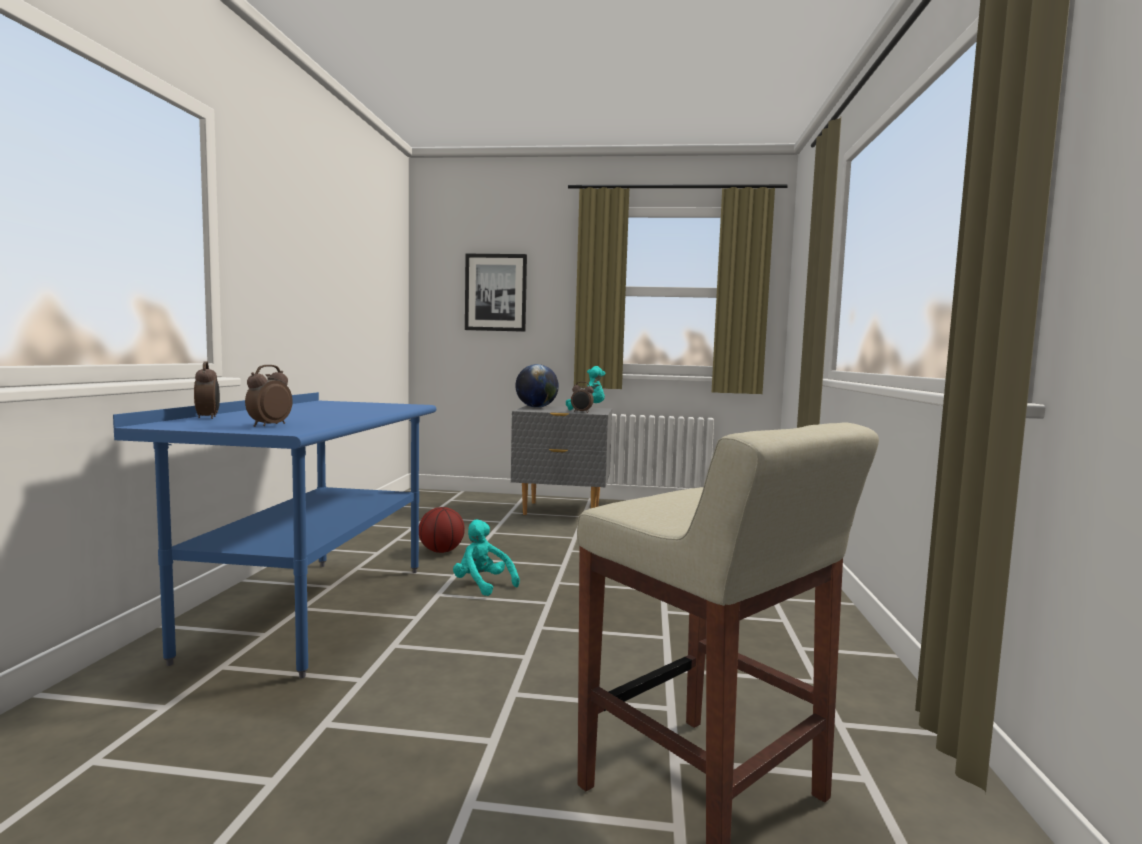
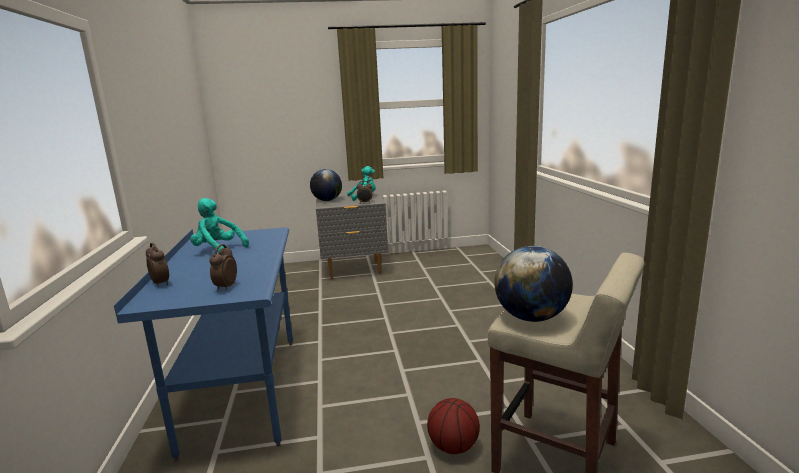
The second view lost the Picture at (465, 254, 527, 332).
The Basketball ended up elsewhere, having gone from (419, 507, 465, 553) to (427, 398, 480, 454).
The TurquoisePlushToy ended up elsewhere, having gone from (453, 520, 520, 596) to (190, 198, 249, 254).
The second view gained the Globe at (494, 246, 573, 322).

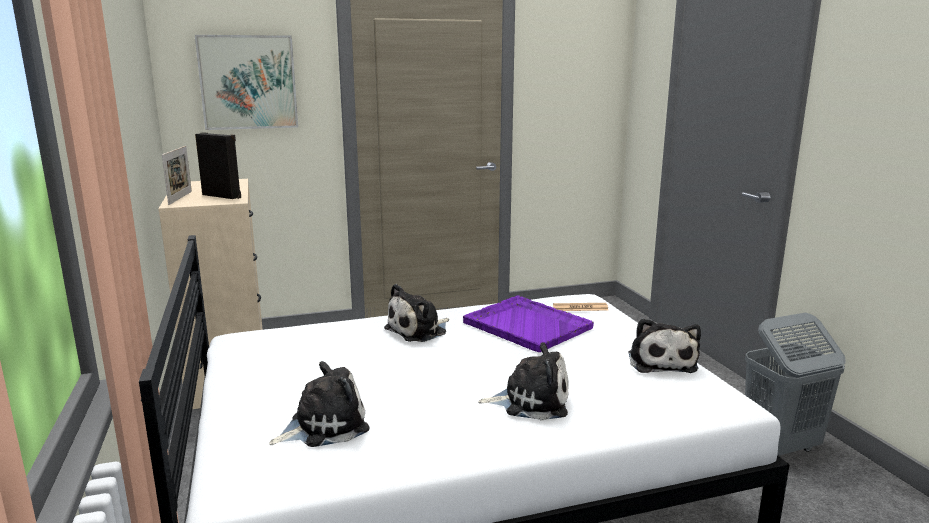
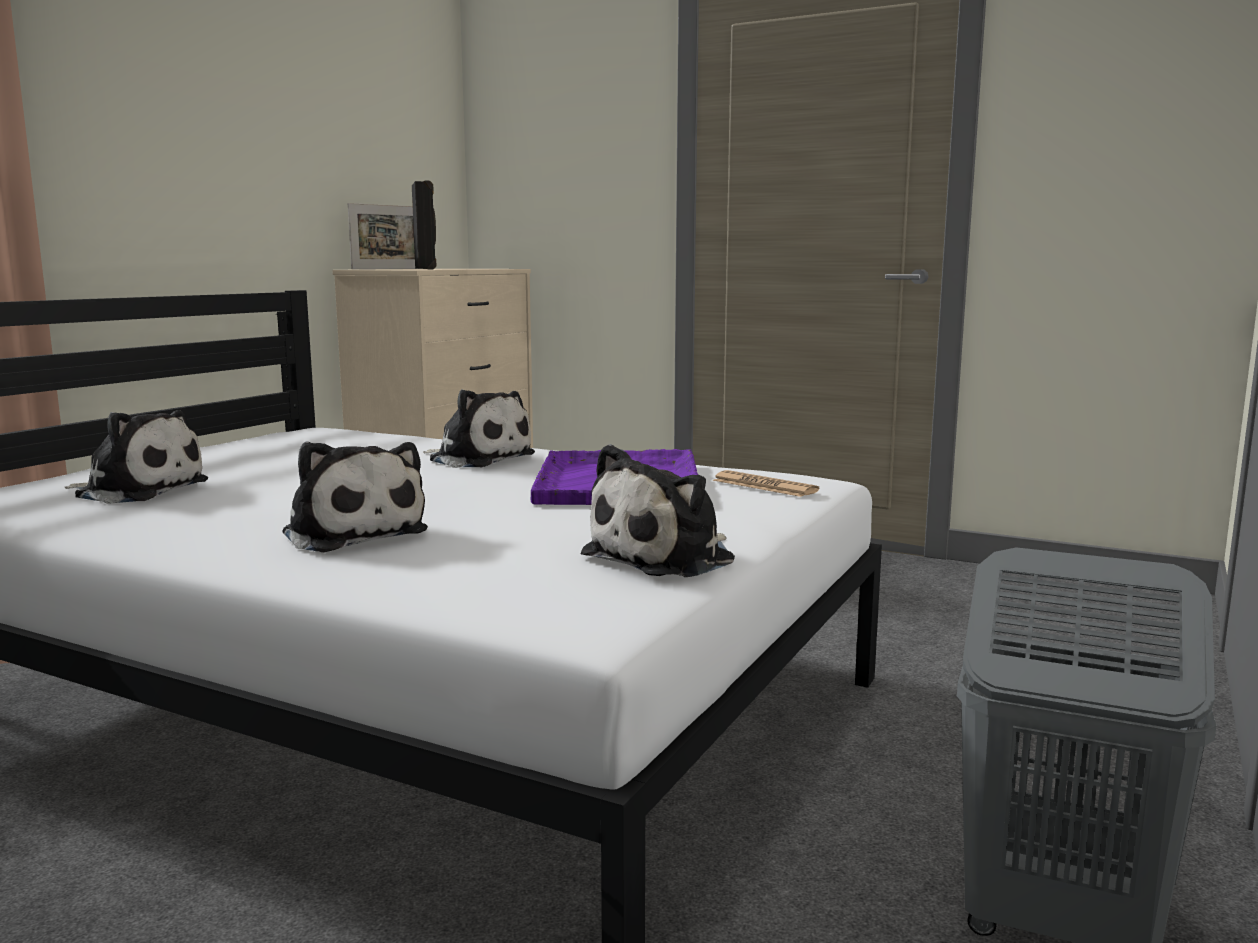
The second view lost the Picture at (195, 35, 298, 130).
The PlushToy at (384, 284, 449, 342) ended up facing another way, 150 degrees counterclockwise from before.

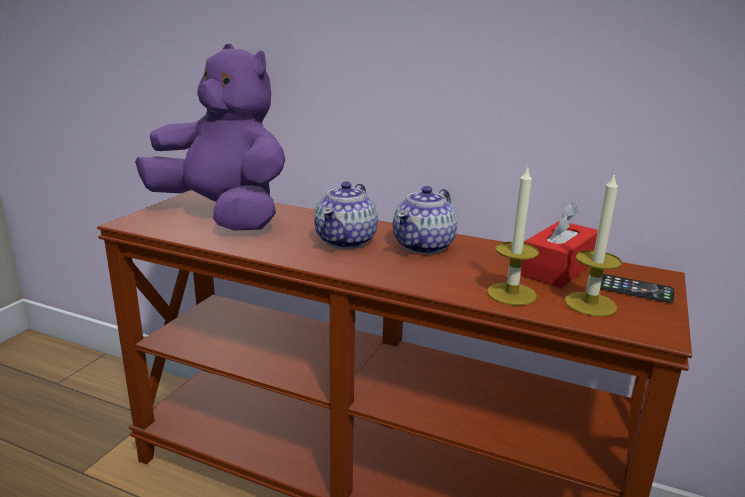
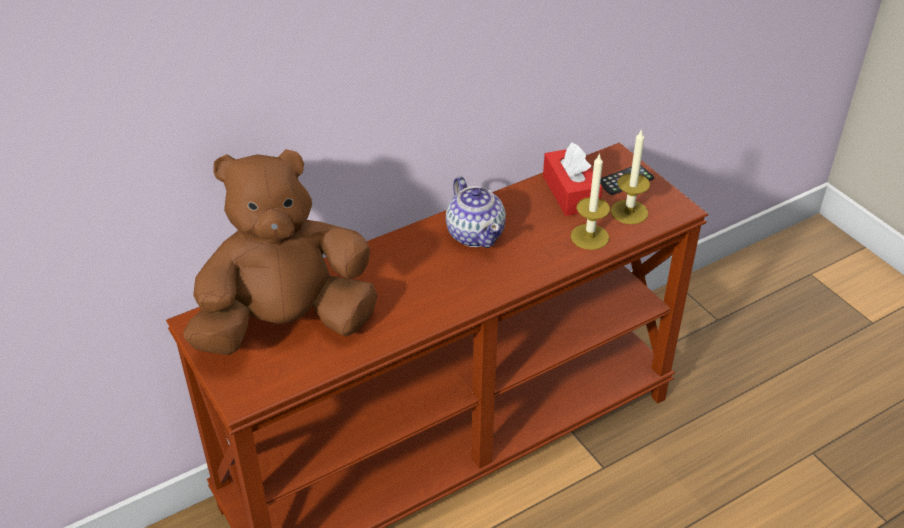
What was the PurplePlushToy at (135, 44, 285, 230) turned into the BrownPlushToy at (183, 149, 378, 355).
The second view lost the Teapot at (314, 182, 378, 249).

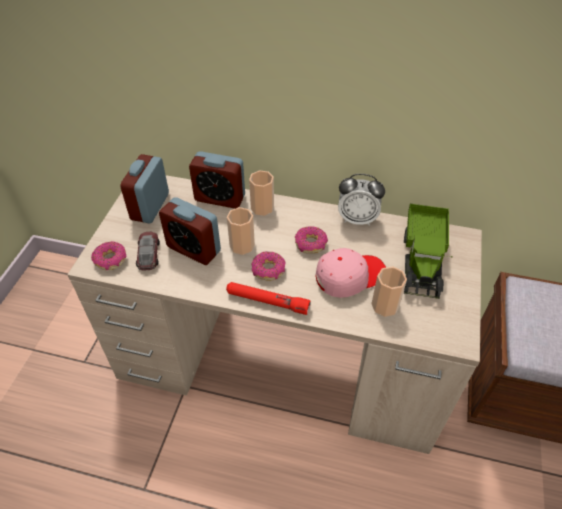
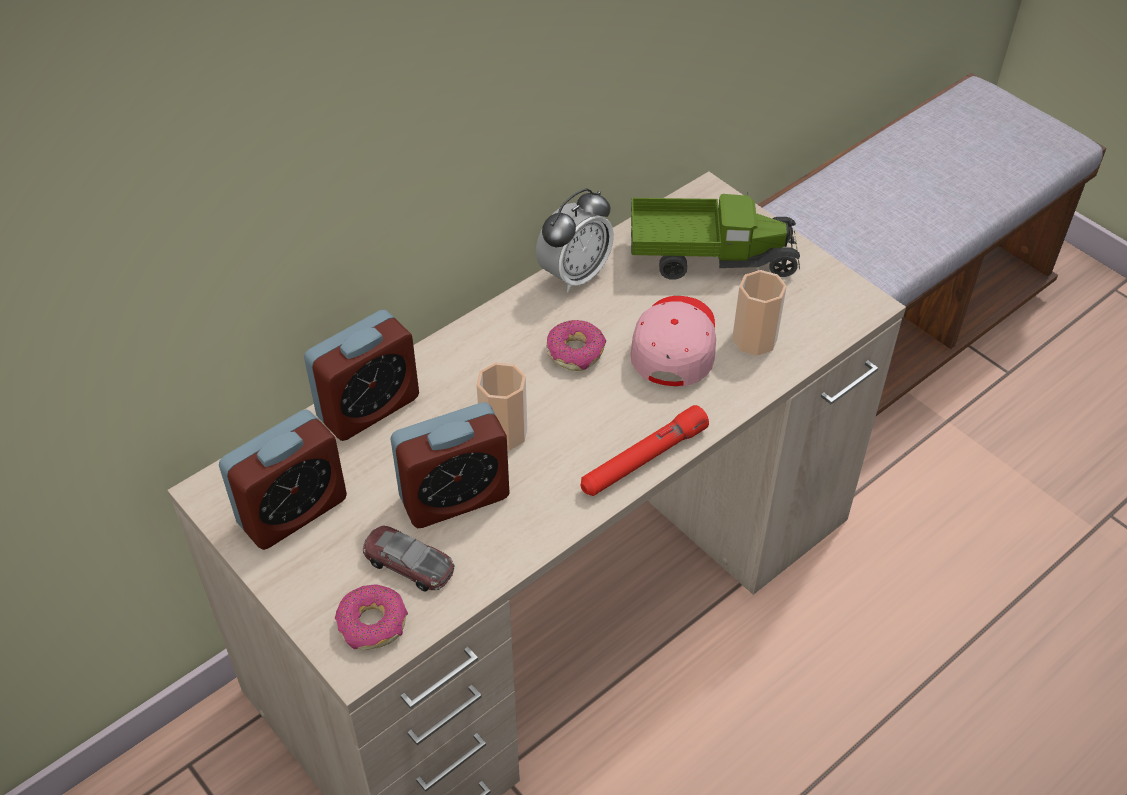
The AlarmClock at (120, 154, 169, 224) ended up facing another way, 90 degrees counterclockwise from before.
The second view lost the Cup at (249, 170, 274, 216).
The ToyTruck at (404, 204, 453, 299) ended up facing another way, 45 degrees counterclockwise from before.
The second view lost the Donut at (251, 252, 286, 281).

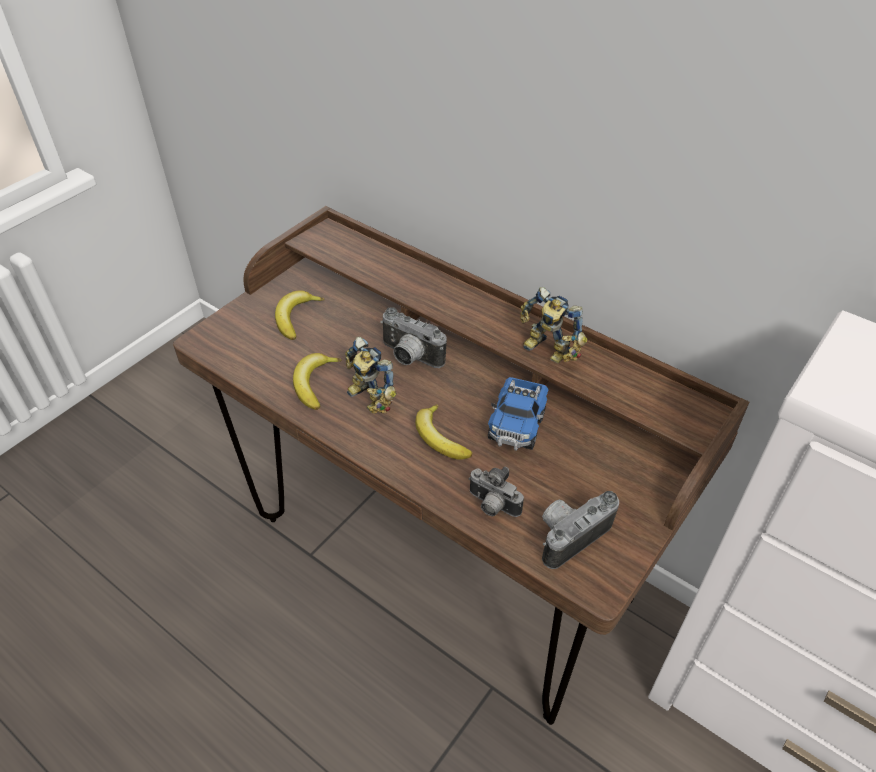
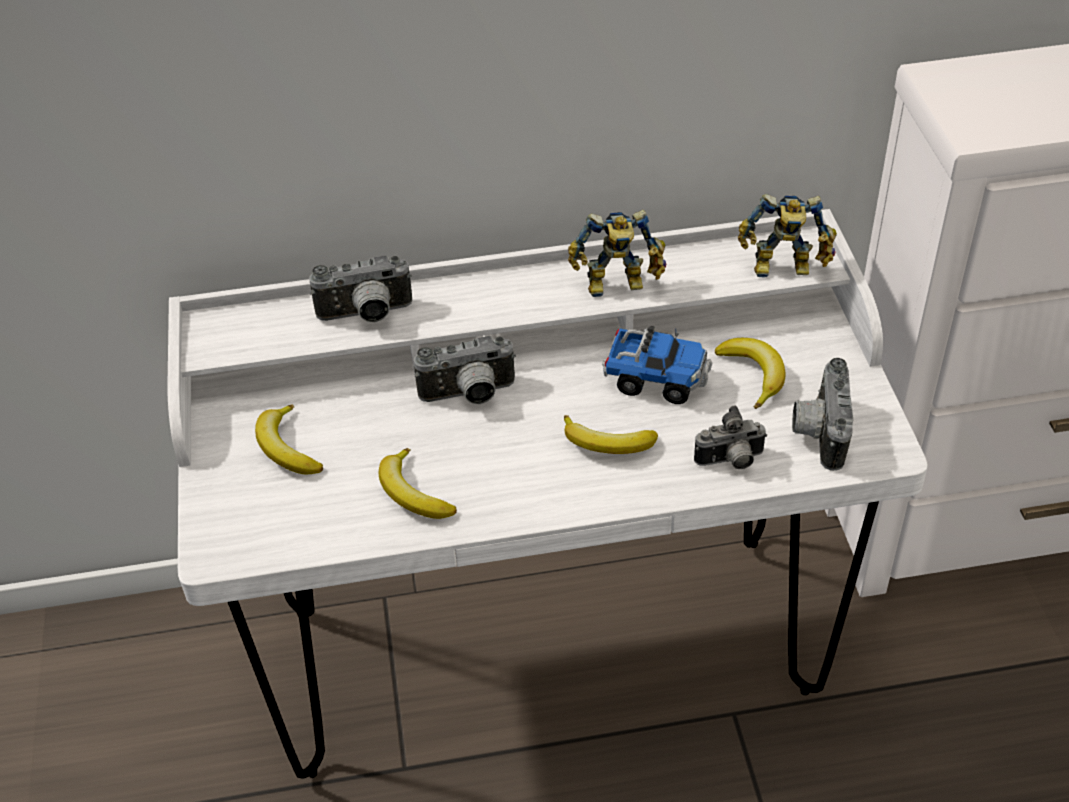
What was the BrownDesk at (173, 206, 749, 725) turned into the WhiteDesk at (167, 209, 928, 779).
The ToyRobot ended up elsewhere, having gone from (345, 337, 397, 414) to (738, 194, 837, 278).
The ToyTruck at (488, 377, 549, 451) ended up facing another way, 45 degrees counterclockwise from before.
The second view gained the PhotoCamera at (309, 255, 412, 323).
The second view gained the Banana at (715, 338, 785, 409).

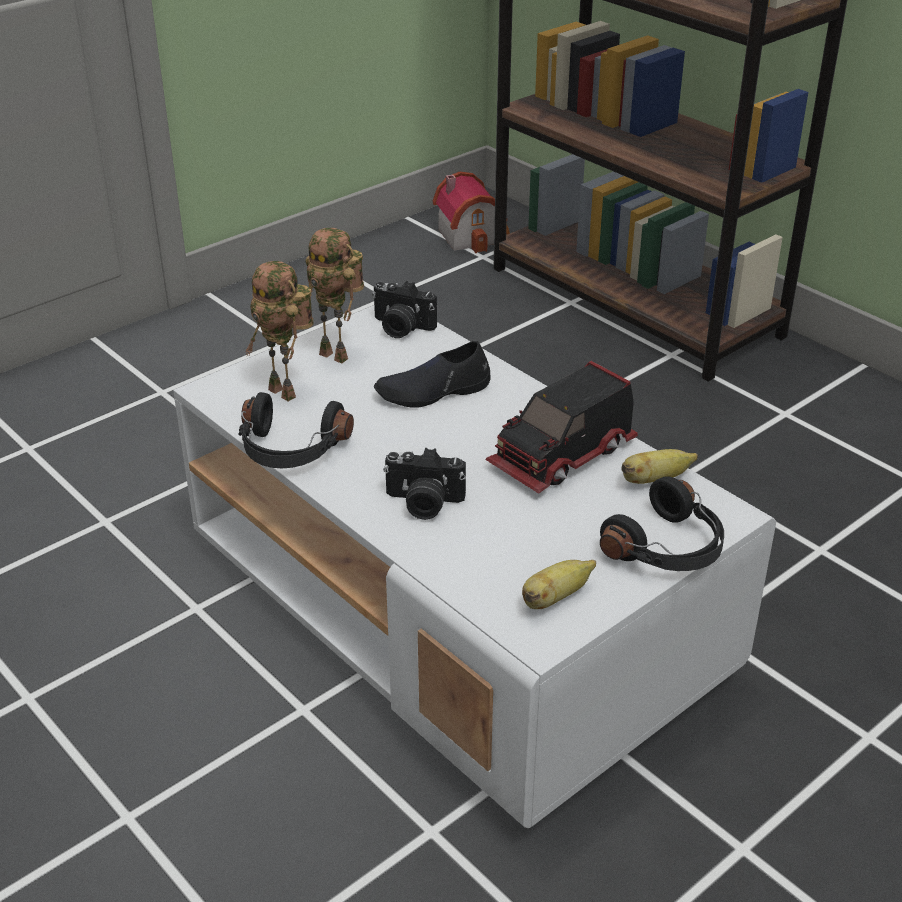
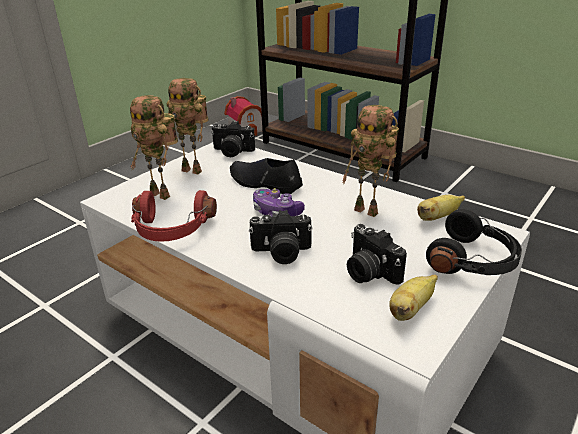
The BlackShoe at (374, 341, 491, 408) ended up facing another way, 60 degrees clockwise from before.
Where the ToyTruck stood at (486, 361, 638, 494), the ToyRobot came to stand at (342, 105, 399, 217).
What was the BlackHeadphones at (238, 392, 354, 468) turned into the RedHeadphones at (131, 190, 217, 242).
The second view gained the GameController at (253, 188, 305, 217).
The second view gained the PhotoCamera at (347, 224, 407, 285).

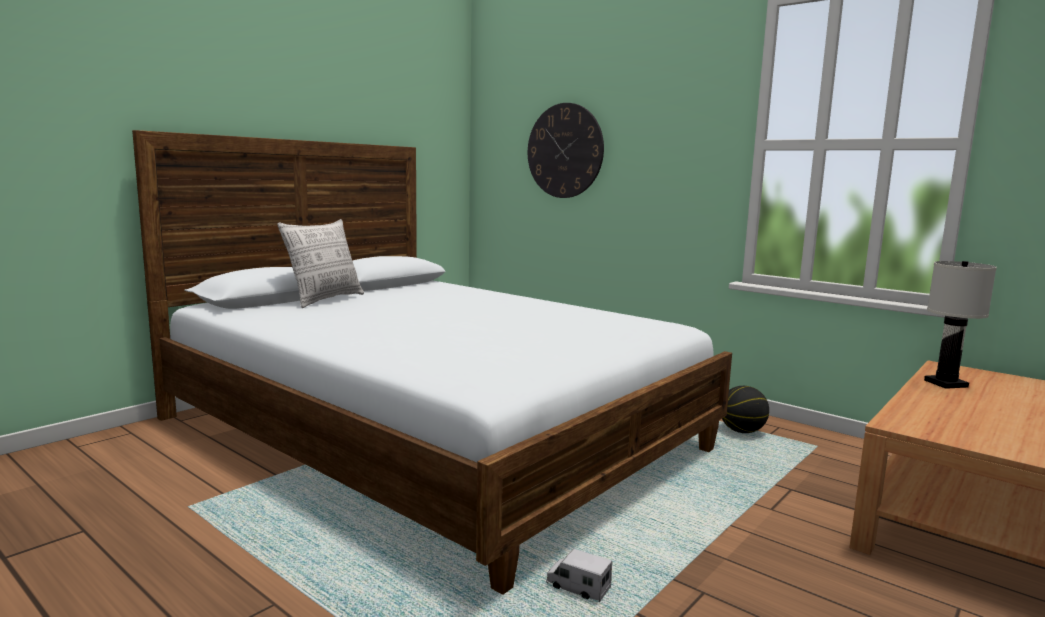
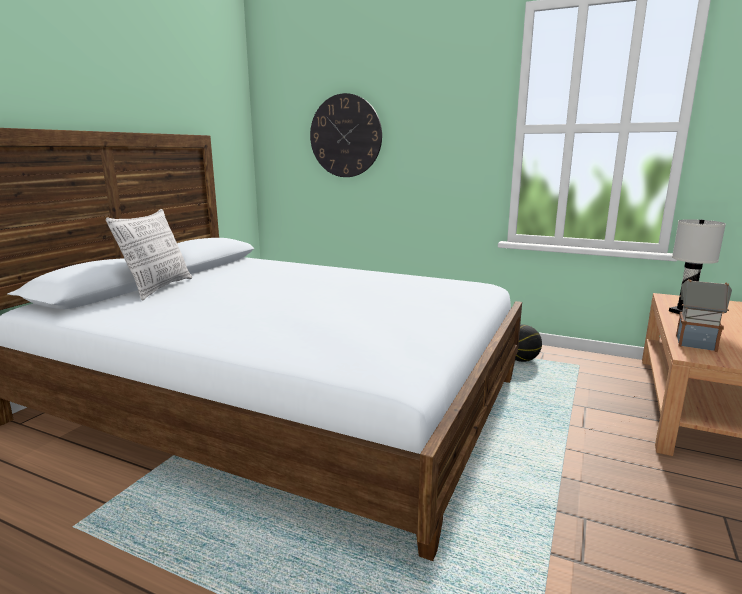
The second view lost the ToyTruck at (546, 549, 612, 602).
The second view gained the ToyHouse at (676, 279, 732, 352).

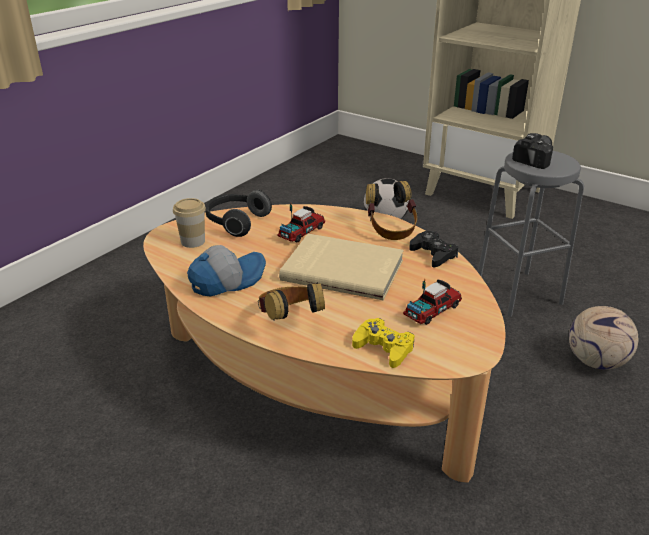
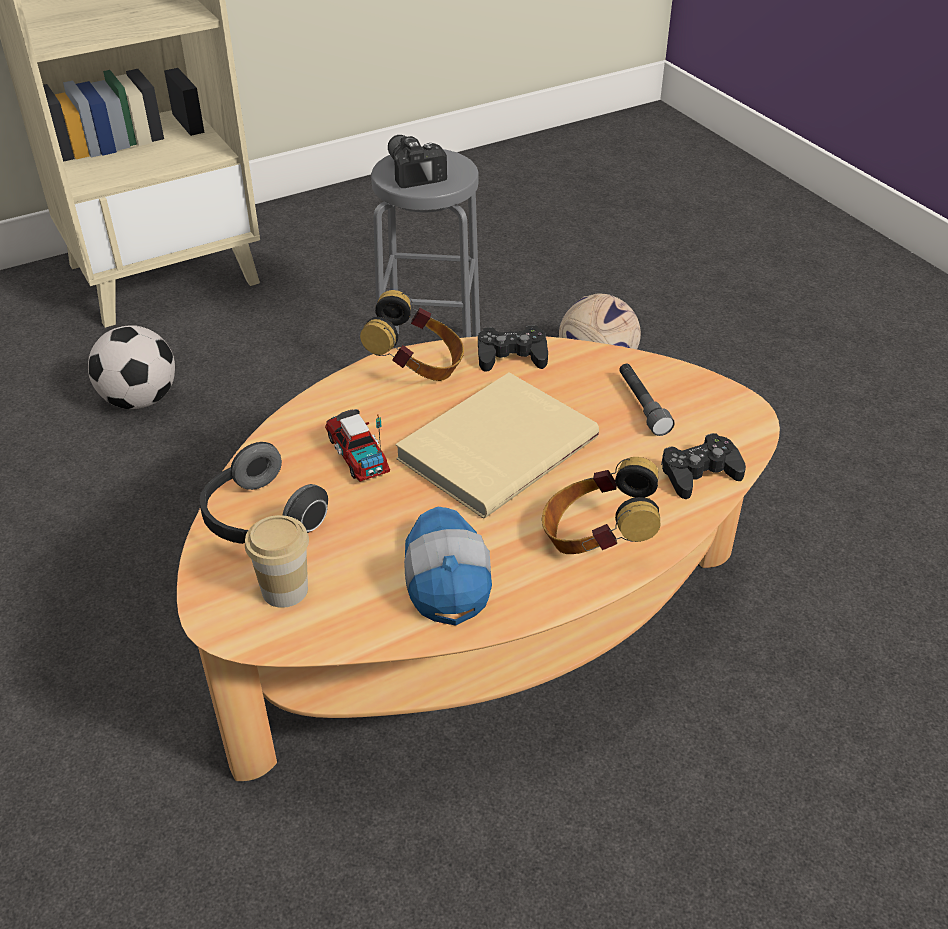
Where the ToyTruck stood at (403, 279, 462, 325), the GreyFlashlight came to stand at (619, 364, 675, 436).
What was the YellowGameController at (352, 318, 415, 368) turned into the BlackGameController at (661, 433, 746, 499).

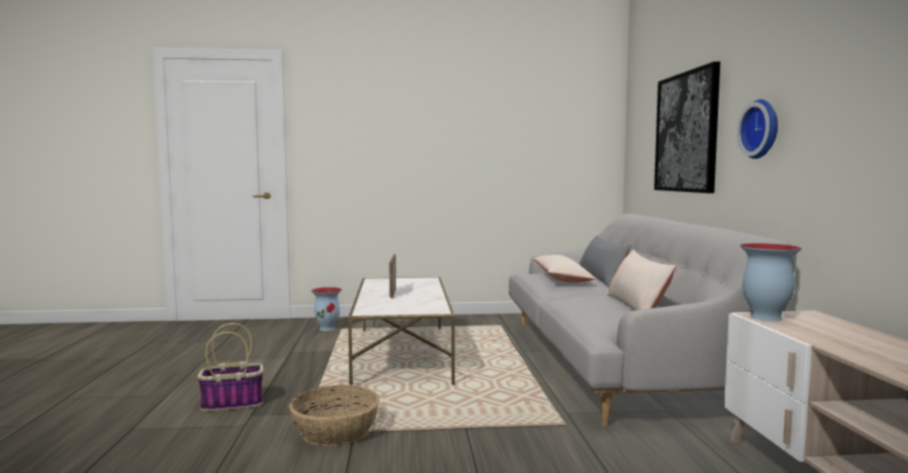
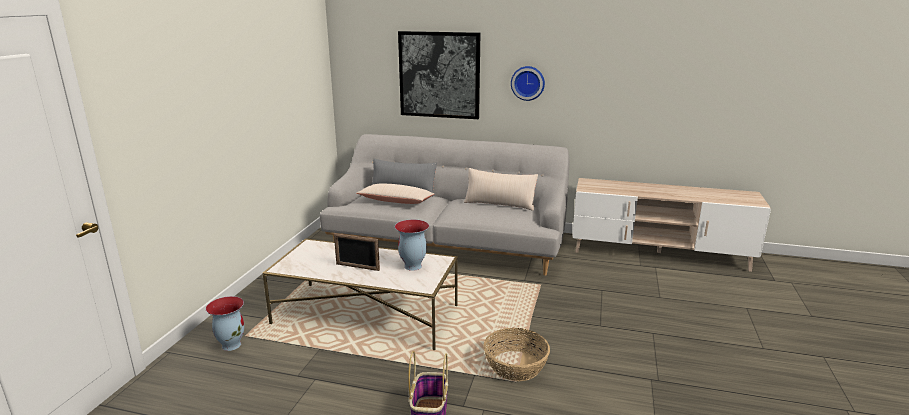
The Vase ended up elsewhere, having gone from (740, 243, 802, 321) to (395, 219, 429, 271).

